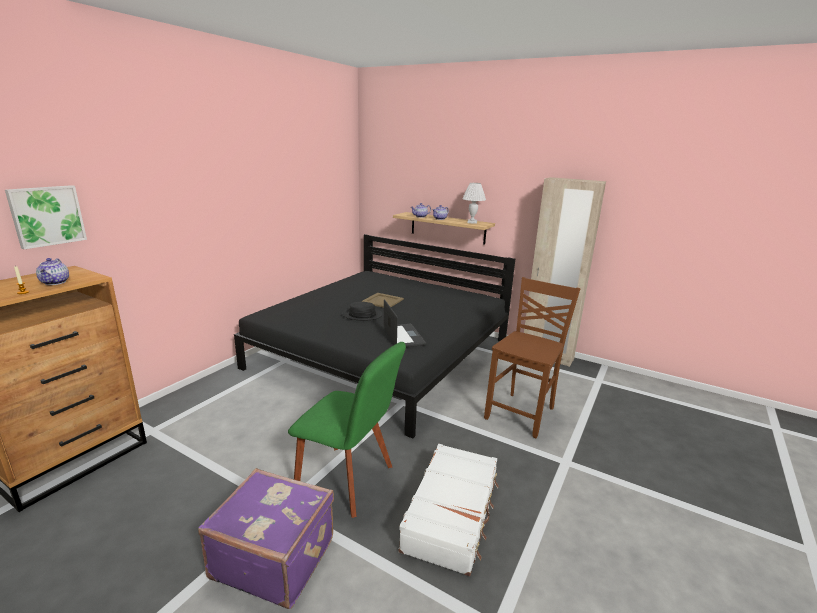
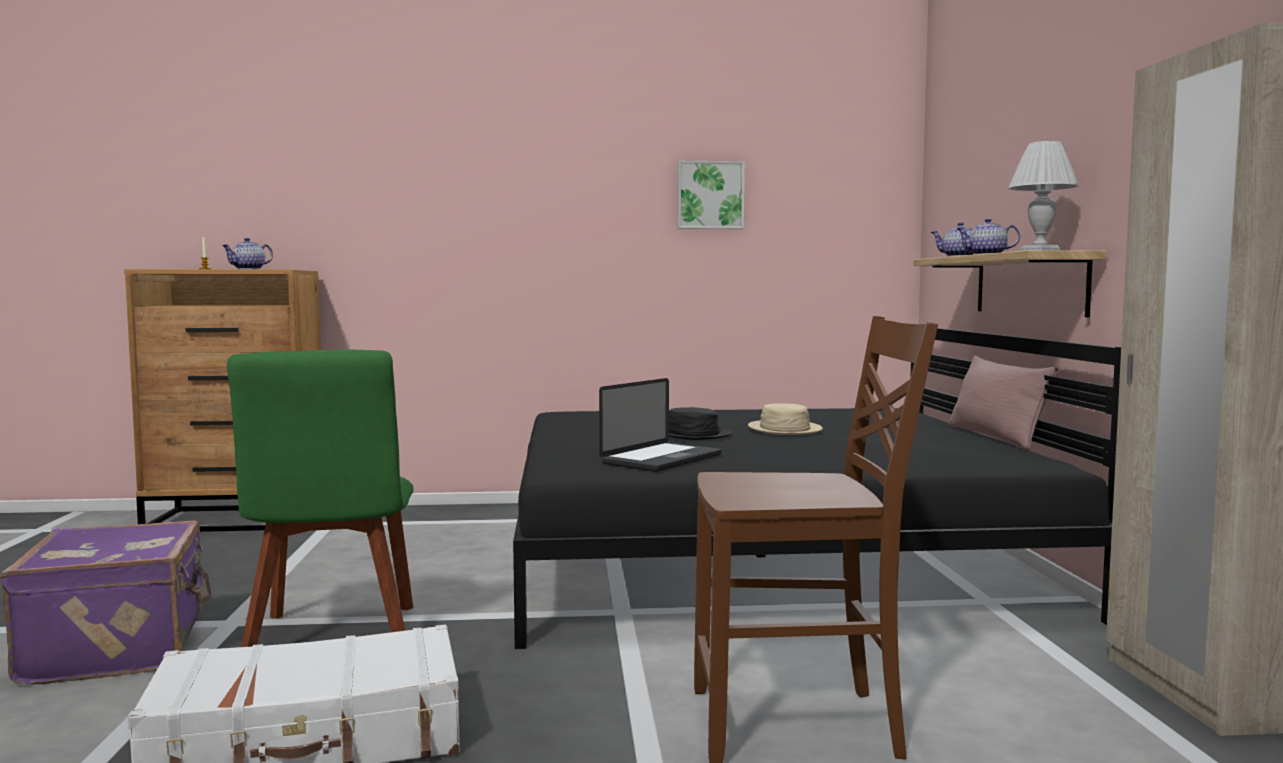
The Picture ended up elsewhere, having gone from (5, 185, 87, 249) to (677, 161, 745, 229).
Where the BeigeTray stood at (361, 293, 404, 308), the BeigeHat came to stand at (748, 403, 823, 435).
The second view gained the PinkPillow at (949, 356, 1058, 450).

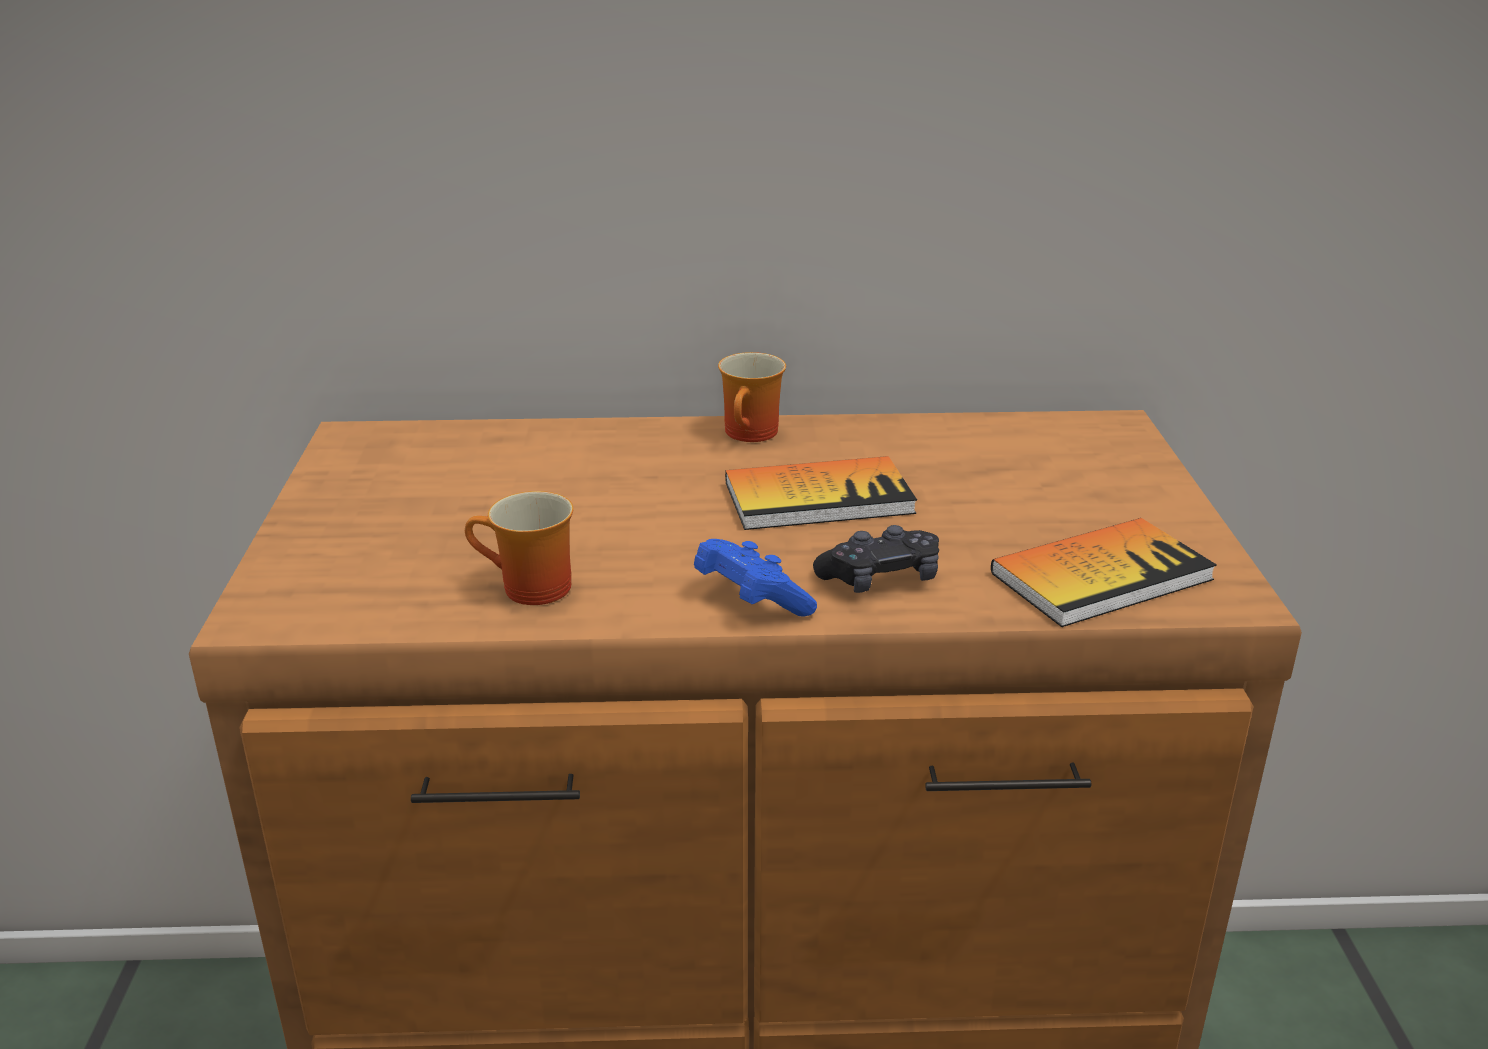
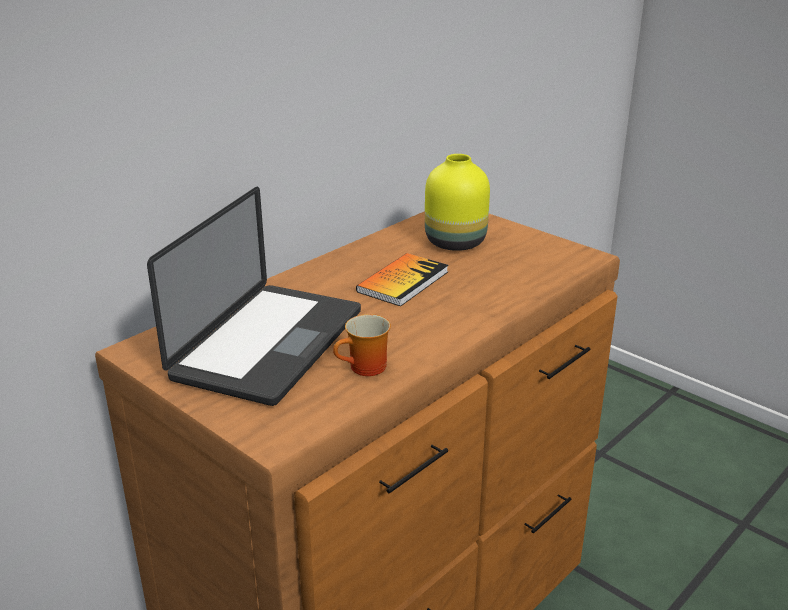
The second view lost the Mug at (718, 352, 786, 442).
The second view lost the Book at (991, 518, 1217, 627).
The second view lost the BlackGameController at (813, 525, 939, 593).
The second view lost the BlueGameController at (694, 539, 817, 616).
The second view gained the YellowVase at (425, 154, 490, 251).
The second view gained the Laptop at (147, 187, 361, 406).

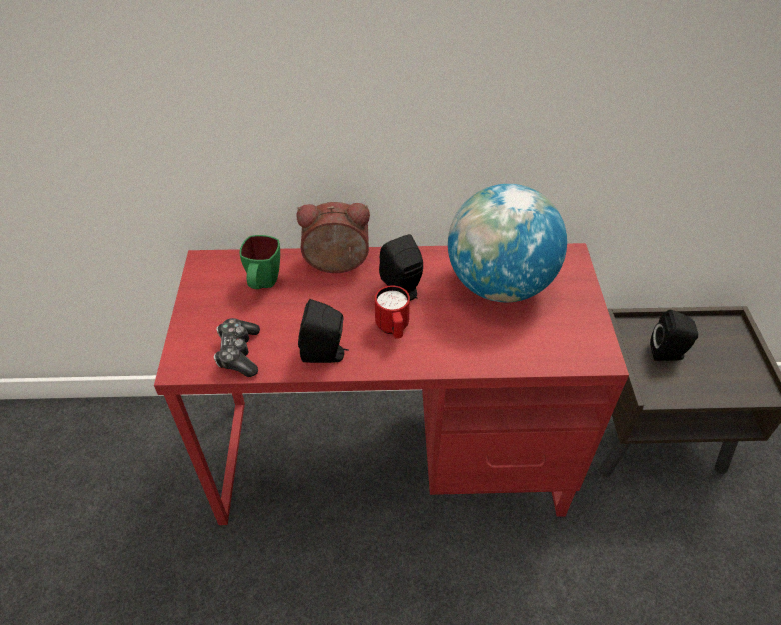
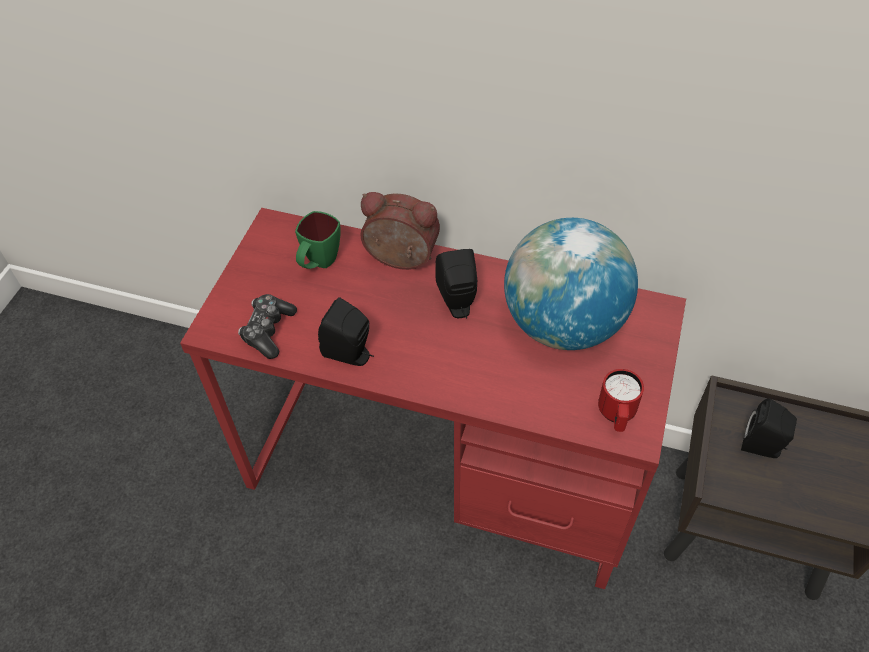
The RedMug ended up elsewhere, having gone from (375, 285, 410, 339) to (598, 369, 644, 432).

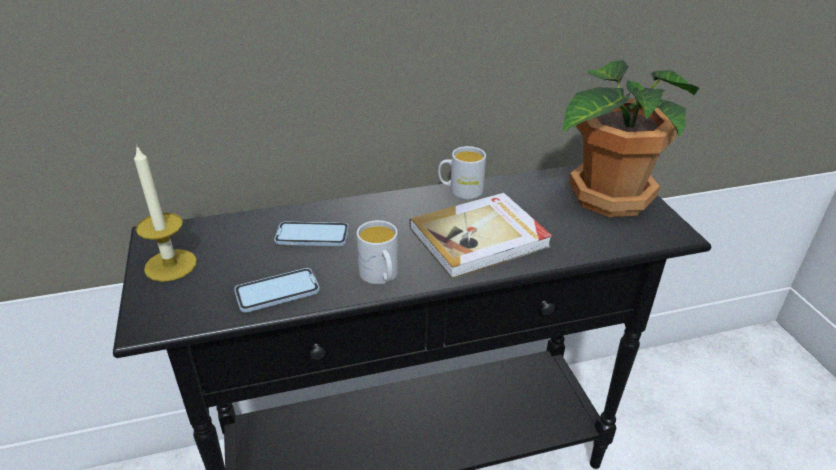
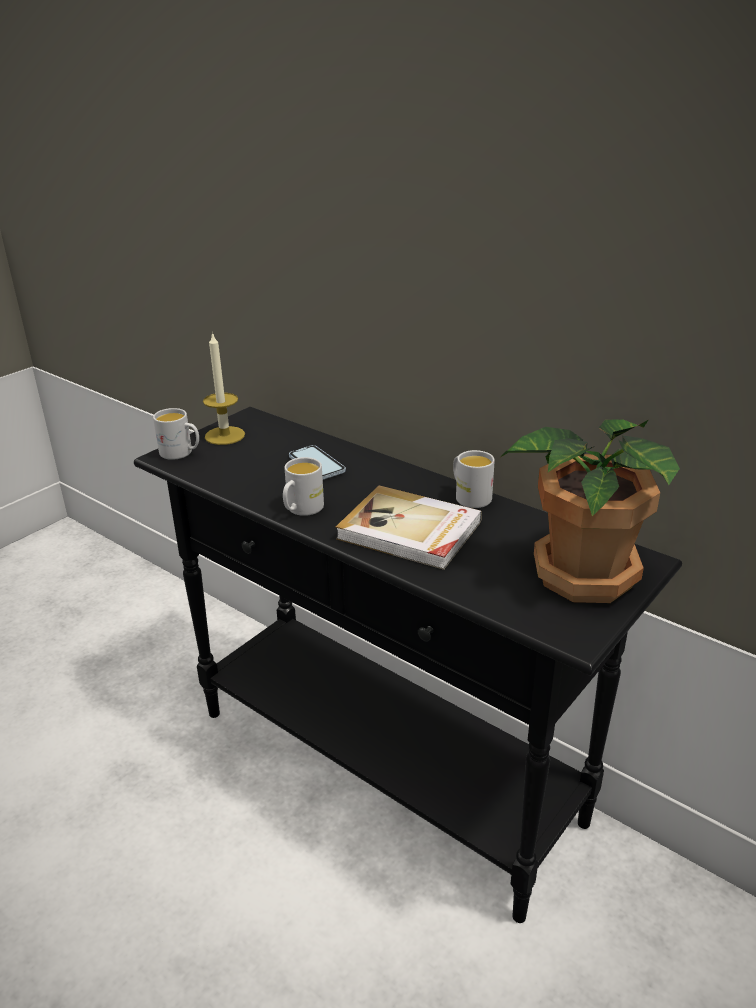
The second view lost the Phone at (234, 268, 320, 313).
The second view gained the WhiteMug at (153, 408, 199, 460).

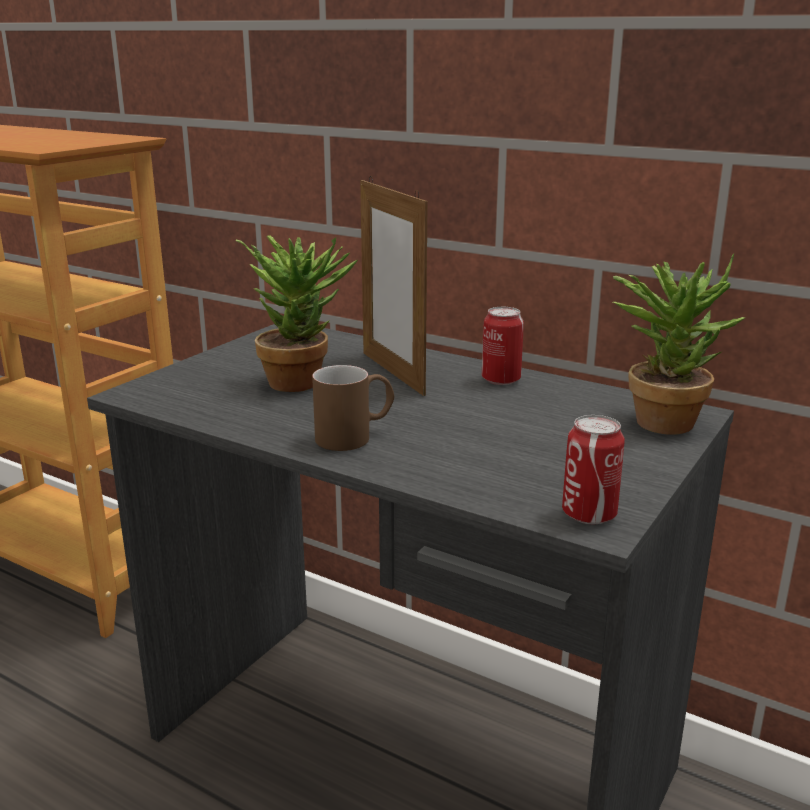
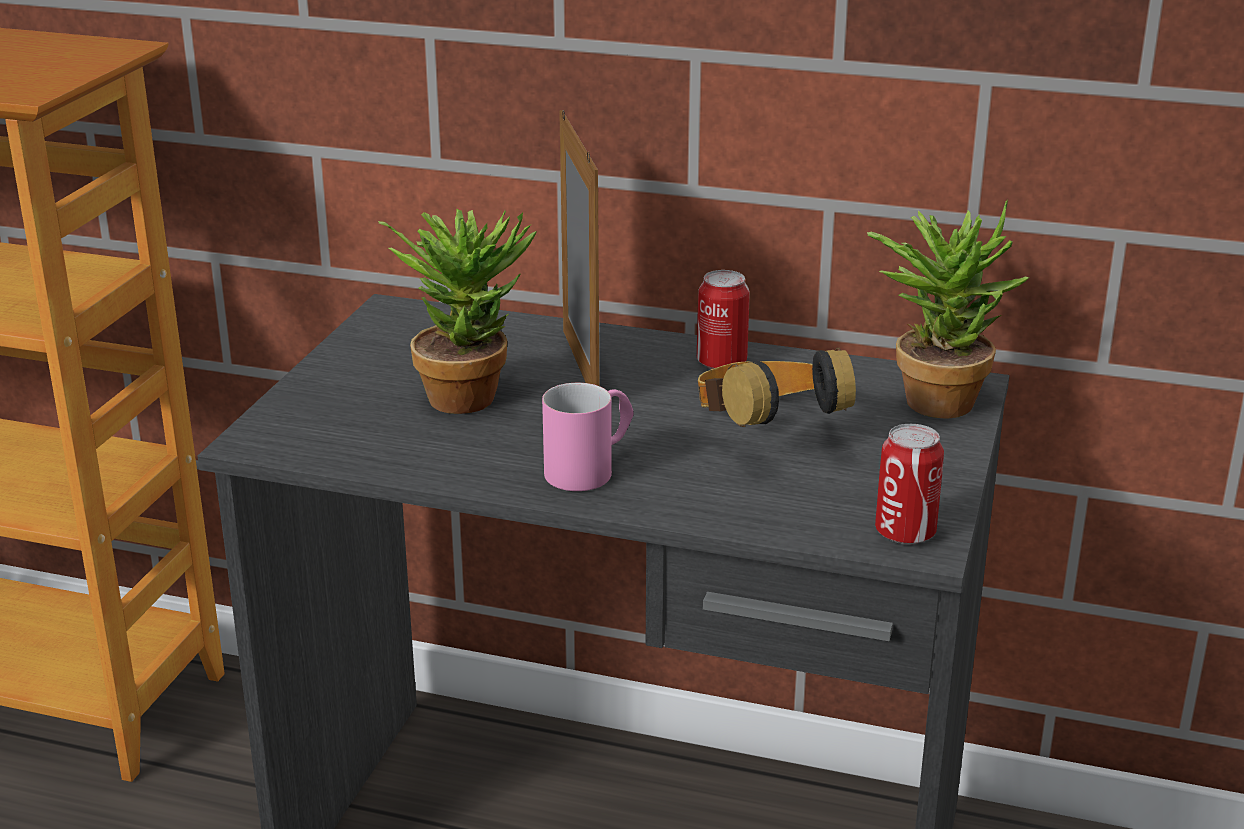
The PictureFrame at (360, 176, 428, 396) ended up facing another way, 150 degrees counterclockwise from before.
What was the BrownMug at (312, 365, 394, 451) turned into the PinkMug at (542, 383, 634, 491).
The second view gained the Headphones at (698, 348, 856, 427).

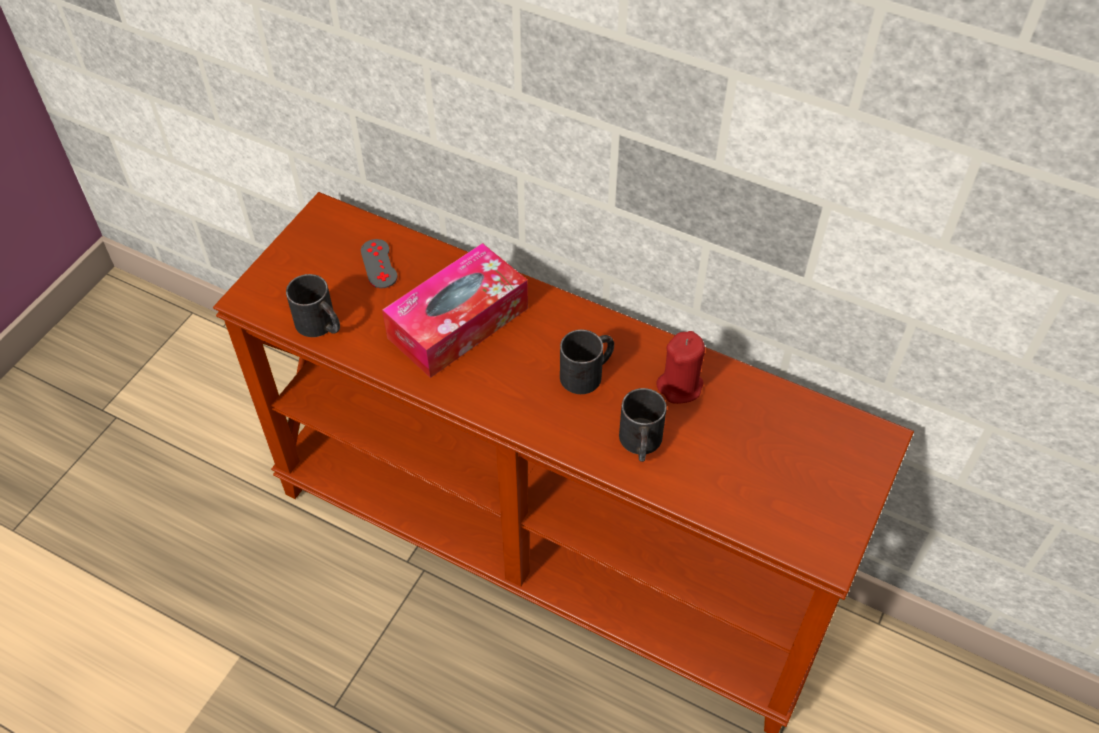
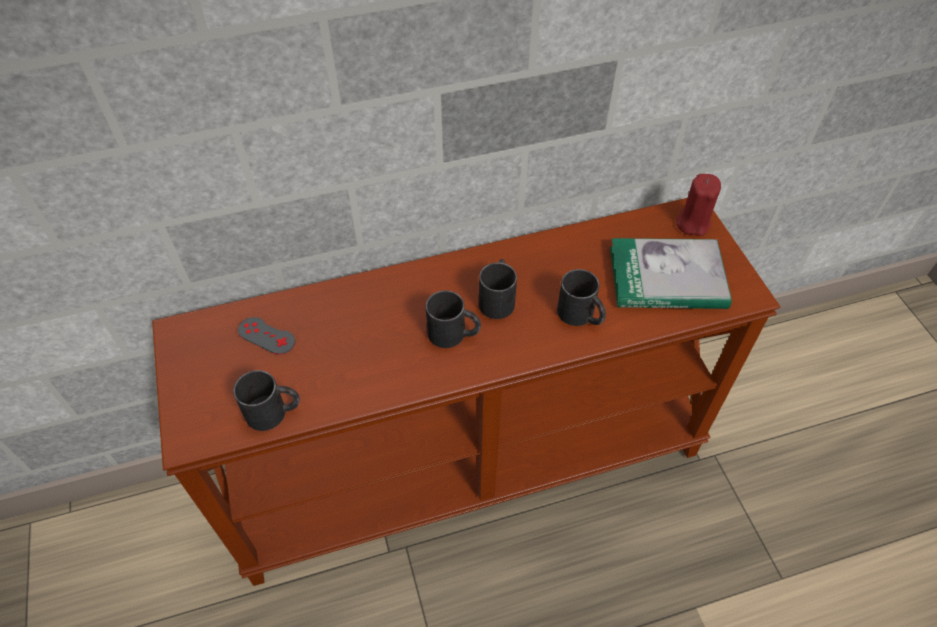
The second view lost the TissueBox at (382, 243, 528, 378).
The RedCandle ended up elsewhere, having gone from (656, 331, 705, 404) to (676, 174, 721, 236).
The second view gained the Book at (610, 238, 732, 309).
The second view gained the BlackMug at (426, 290, 481, 348).

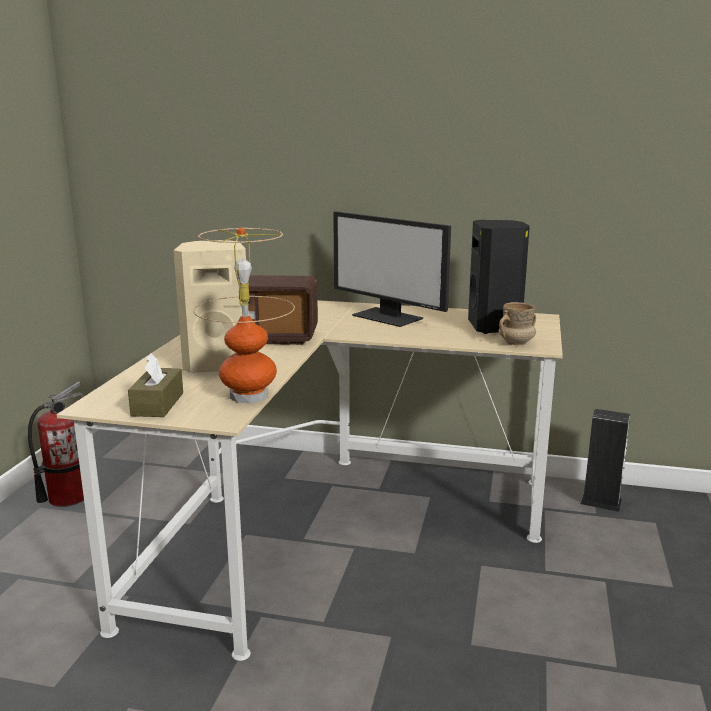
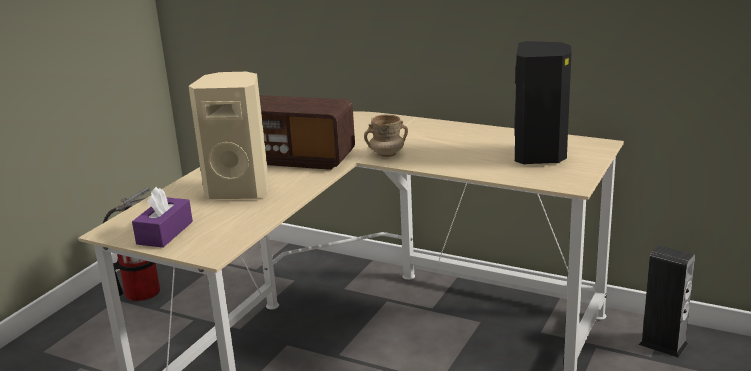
The second view lost the Monitor at (333, 211, 451, 327).
The second view lost the TableLamp at (193, 228, 295, 403).
The BeigeMug ended up elsewhere, having gone from (499, 302, 536, 345) to (364, 114, 408, 157).
What was the BrownTissueBox at (128, 353, 183, 417) turned into the PurpleTissueBox at (132, 187, 193, 248).

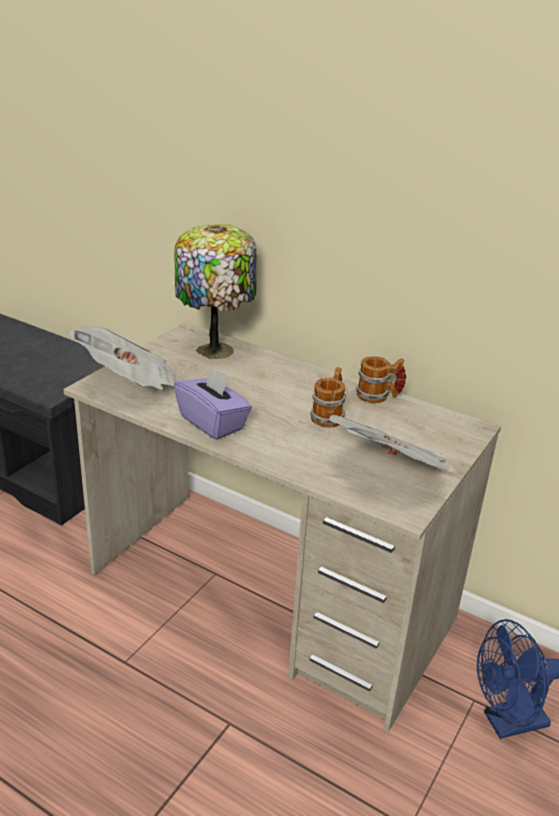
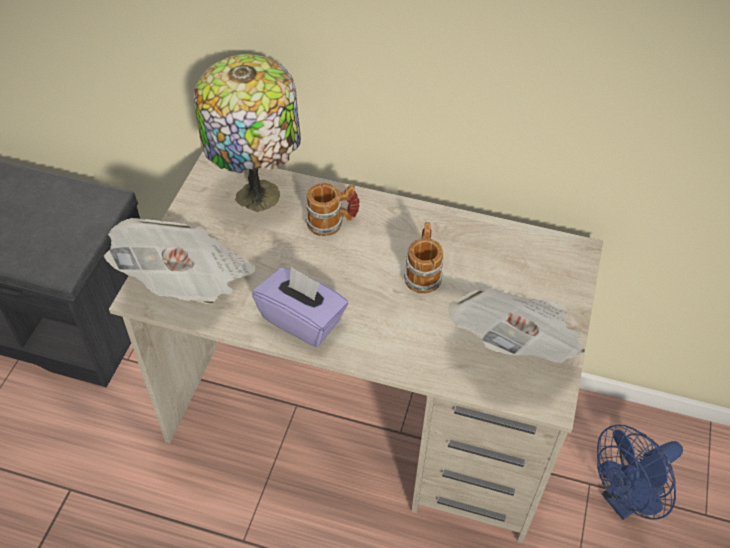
The Mug ended up elsewhere, having gone from (355, 357, 406, 403) to (305, 183, 360, 236).

